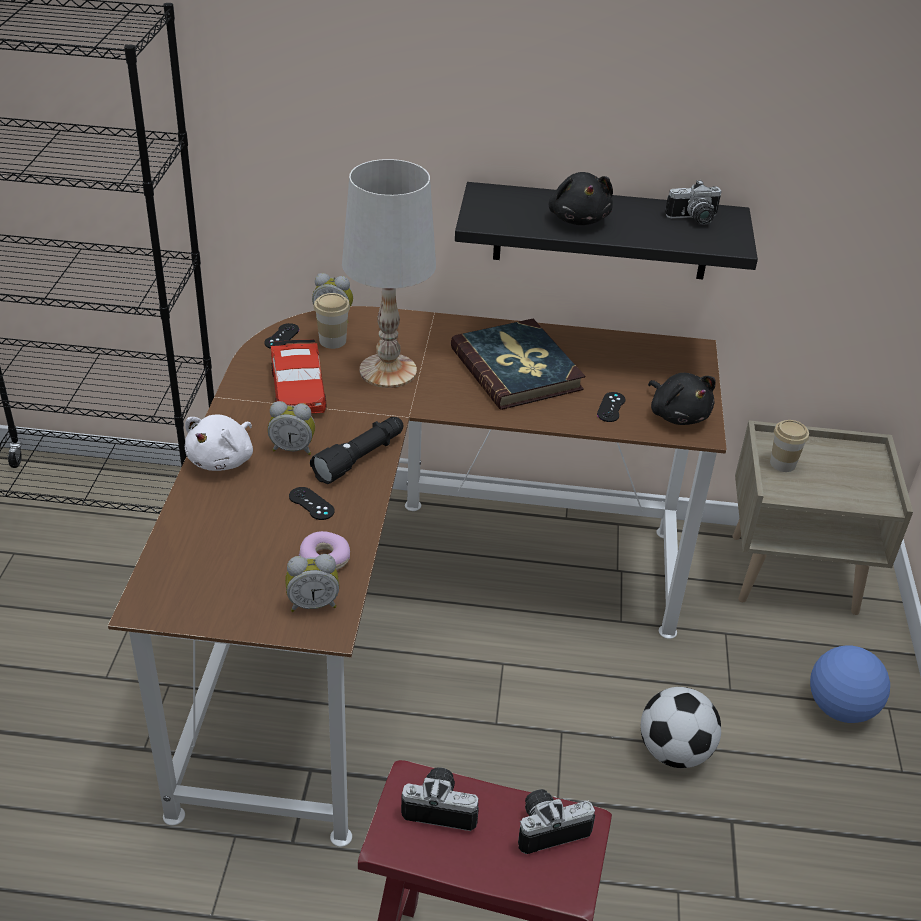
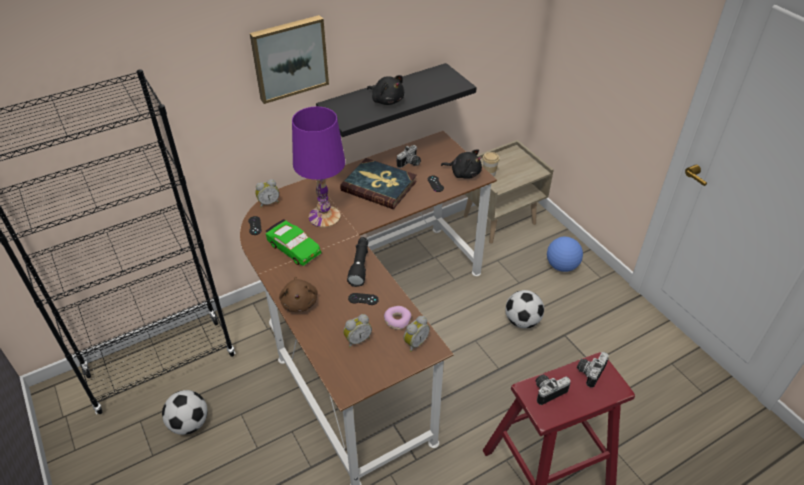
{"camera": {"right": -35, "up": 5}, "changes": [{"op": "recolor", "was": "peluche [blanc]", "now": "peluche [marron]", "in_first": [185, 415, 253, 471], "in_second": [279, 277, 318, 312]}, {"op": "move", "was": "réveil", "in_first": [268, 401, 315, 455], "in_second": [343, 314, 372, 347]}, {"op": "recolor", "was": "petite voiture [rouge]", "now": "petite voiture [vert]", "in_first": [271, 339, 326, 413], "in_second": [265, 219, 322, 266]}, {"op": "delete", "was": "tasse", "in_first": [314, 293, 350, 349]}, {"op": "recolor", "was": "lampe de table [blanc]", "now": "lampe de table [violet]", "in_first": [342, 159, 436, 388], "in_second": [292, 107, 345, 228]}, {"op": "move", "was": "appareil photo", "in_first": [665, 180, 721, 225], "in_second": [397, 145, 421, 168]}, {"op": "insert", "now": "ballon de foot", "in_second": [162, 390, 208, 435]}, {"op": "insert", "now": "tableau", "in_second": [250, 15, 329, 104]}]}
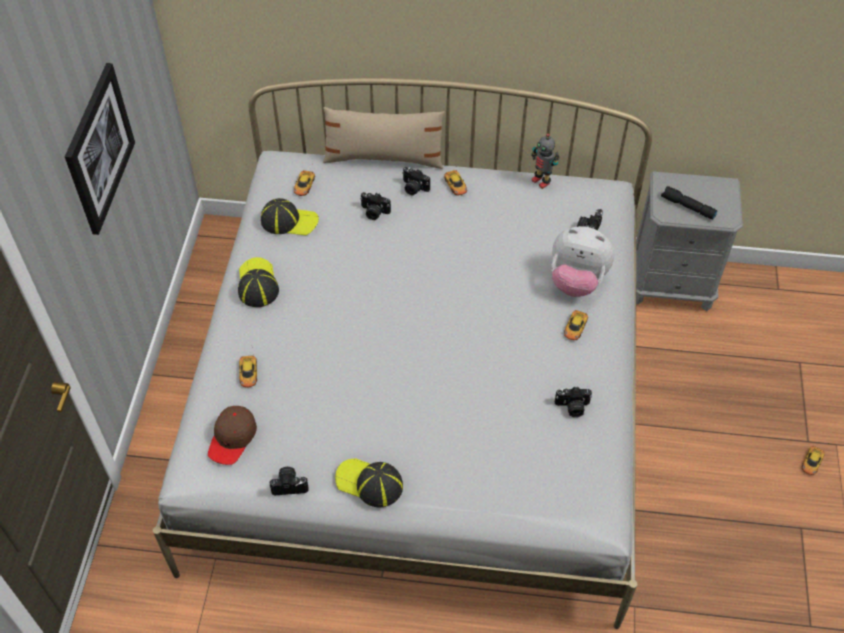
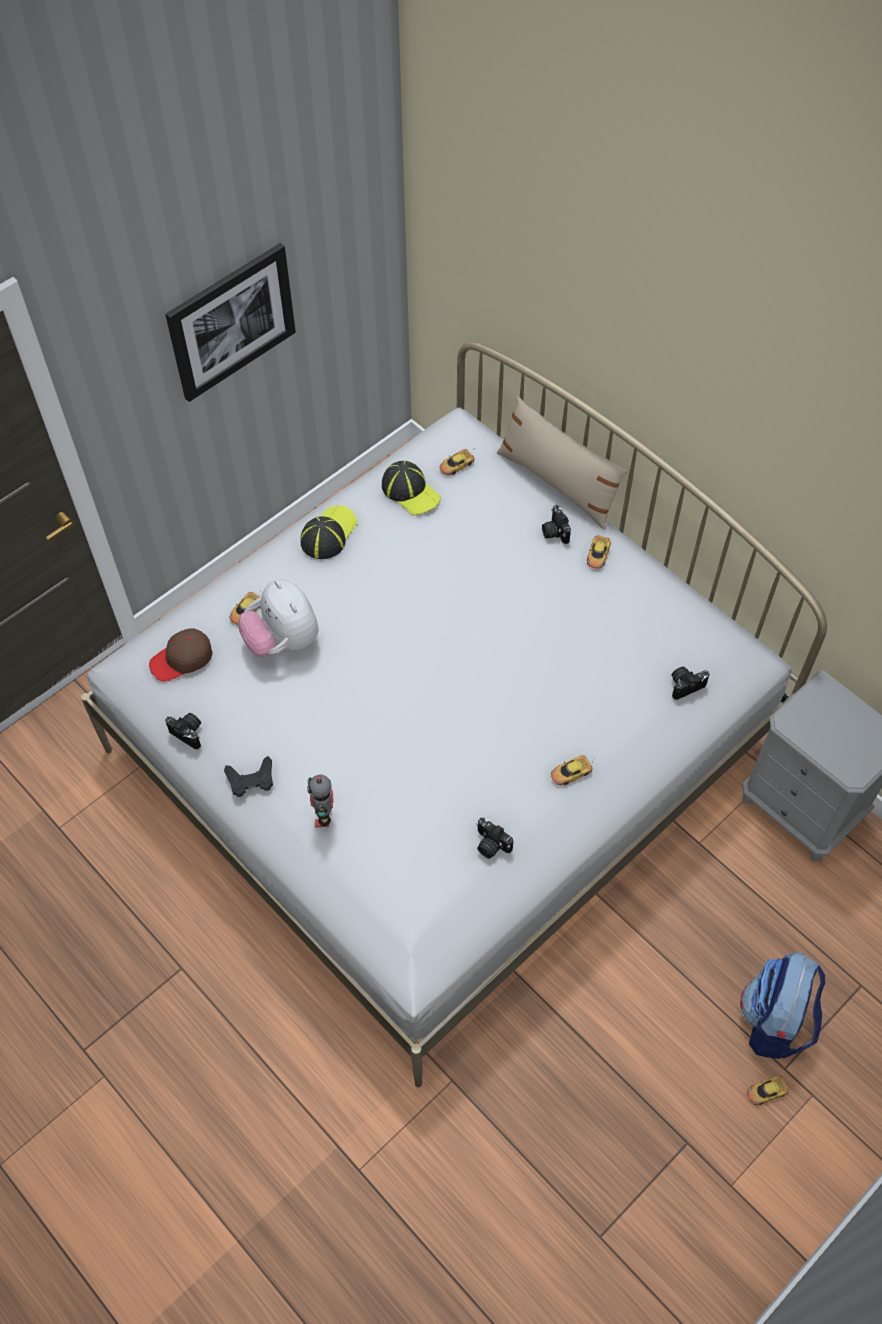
{"camera": {"right": 40, "up": 5}, "changes": [{"op": "replace", "was": "casquette", "now": "manette [noir]", "in_first": [335, 458, 403, 507], "in_second": [224, 756, 273, 797]}, {"op": "delete", "was": "appareil photo", "in_first": [360, 192, 391, 220]}, {"op": "move", "was": "robot jouet", "in_first": [531, 134, 560, 189], "in_second": [307, 775, 333, 827]}, {"op": "move", "was": "peluche", "in_first": [551, 226, 614, 297], "in_second": [238, 579, 319, 657]}, {"op": "delete", "was": "lampe de poche [noir]", "in_first": [661, 186, 717, 219]}, {"op": "insert", "now": "sac à dos", "in_second": [740, 952, 826, 1059]}]}
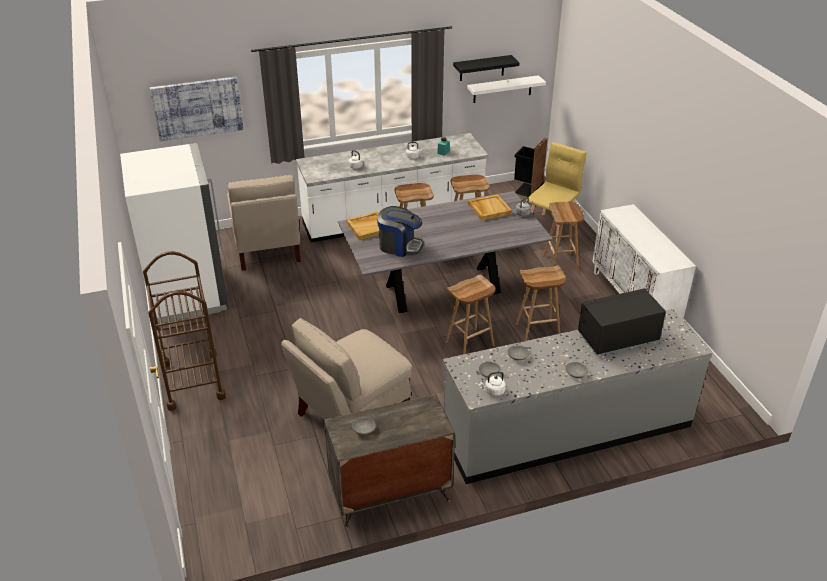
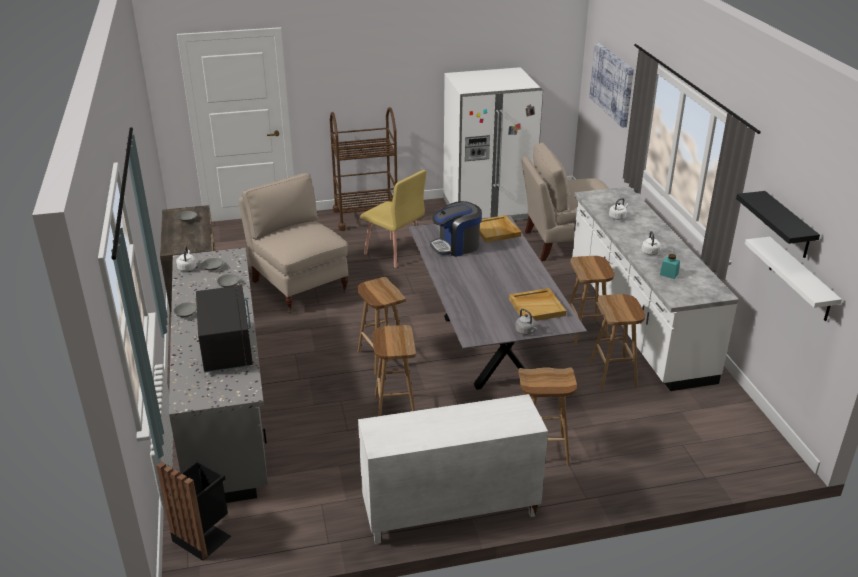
{"camera": {"right": 95, "up": -5}, "changes": [{"op": "rotate", "was": "machine à café", "in_first": [377, 206, 424, 257], "in_second": [430, 201, 482, 257], "clockwise": 45}, {"op": "move", "was": "poubelle [noir]", "in_first": [514, 138, 548, 197], "in_second": [156, 460, 231, 561]}, {"op": "move", "was": "chaise [jaune]", "in_first": [526, 142, 586, 242], "in_second": [360, 170, 426, 268]}]}
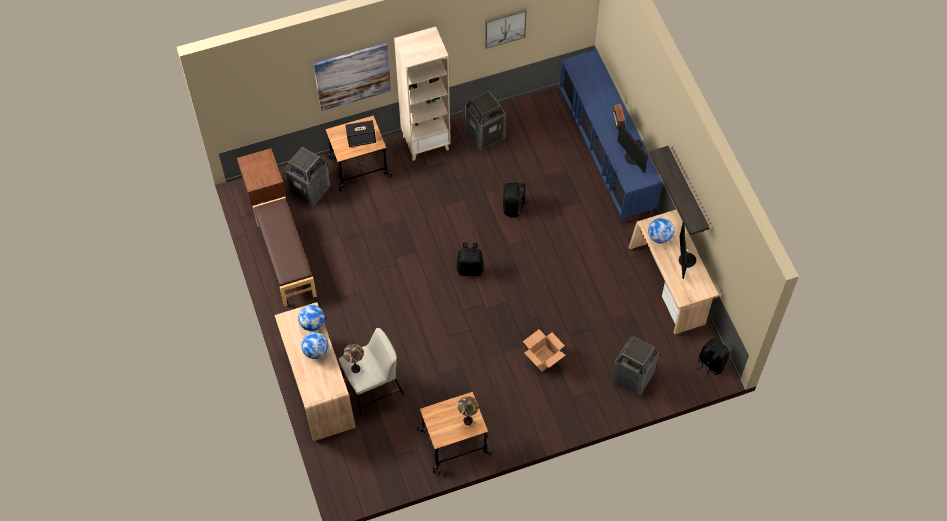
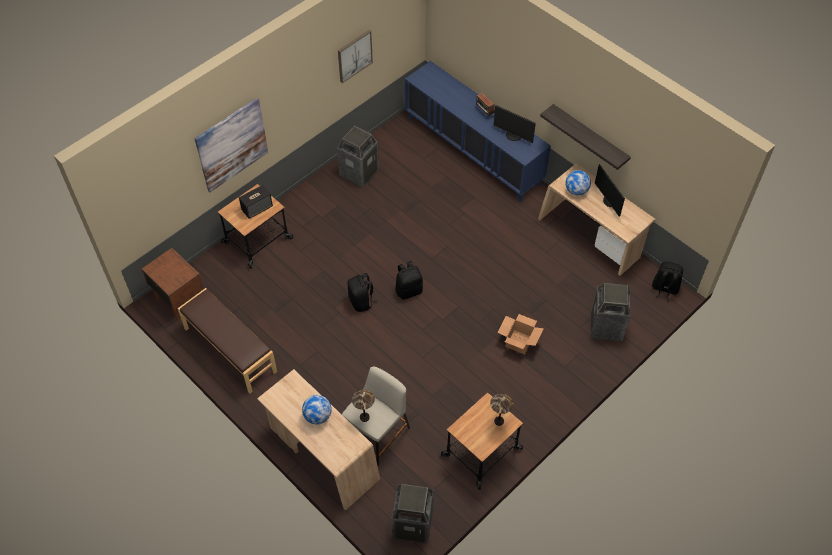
{"camera": {"right": -25, "up": -5}, "changes": [{"op": "move", "was": "poubelle", "in_first": [284, 147, 331, 207], "in_second": [391, 484, 434, 544]}, {"op": "delete", "was": "globe", "in_first": [298, 305, 325, 331]}, {"op": "delete", "was": "bibliothèque [beige]", "in_first": [394, 26, 451, 161]}, {"op": "move", "was": "sac à dos [noir]", "in_first": [503, 183, 529, 217], "in_second": [347, 273, 378, 312]}]}
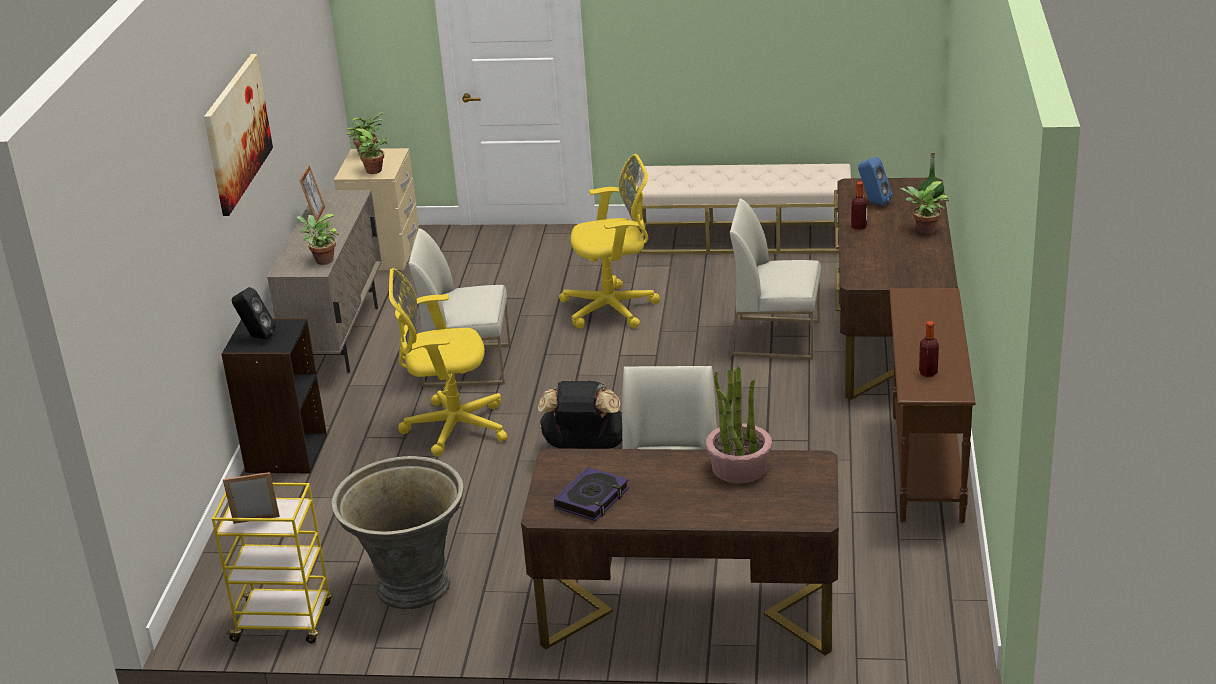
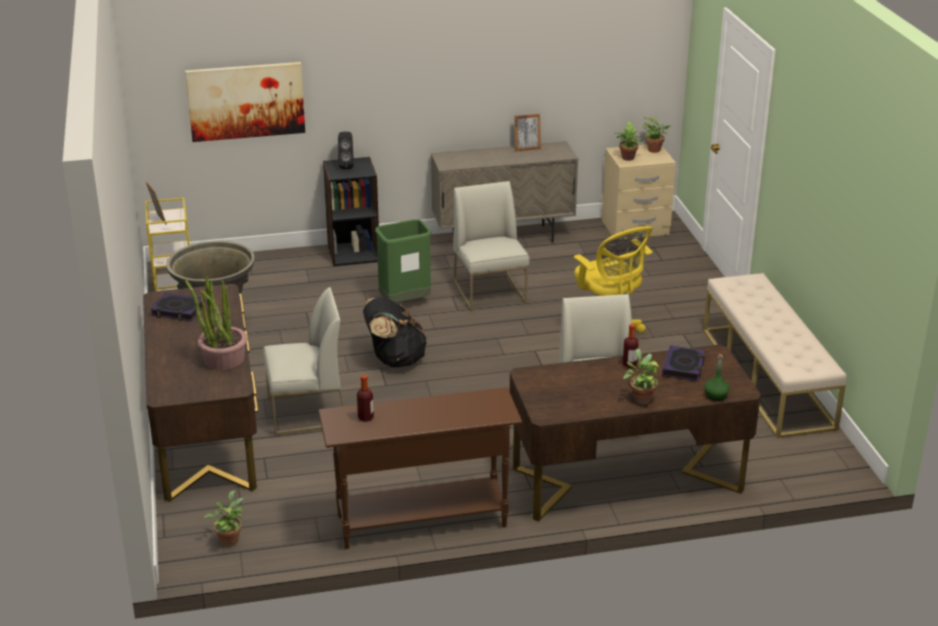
{"camera": {"right": 70, "up": 0}, "changes": [{"op": "move", "was": "tableau", "in_first": [204, 54, 273, 216], "in_second": [185, 62, 305, 142]}, {"op": "move", "was": "plante en pot", "in_first": [296, 214, 339, 265], "in_second": [204, 490, 244, 547]}, {"op": "replace", "was": "chaise de bureau [jaune]", "now": "poubelle [vert]", "in_first": [389, 268, 508, 457], "in_second": [375, 219, 431, 303]}, {"op": "replace", "was": "enceinte [bleu]", "now": "livre", "in_first": [858, 156, 892, 206], "in_second": [662, 345, 705, 381]}]}
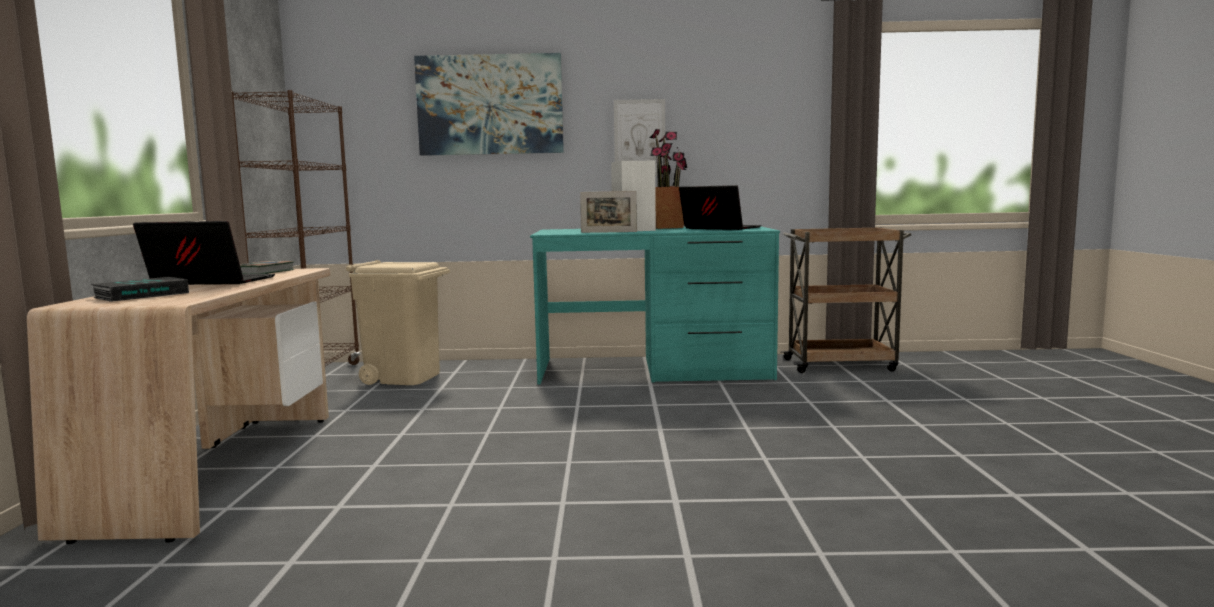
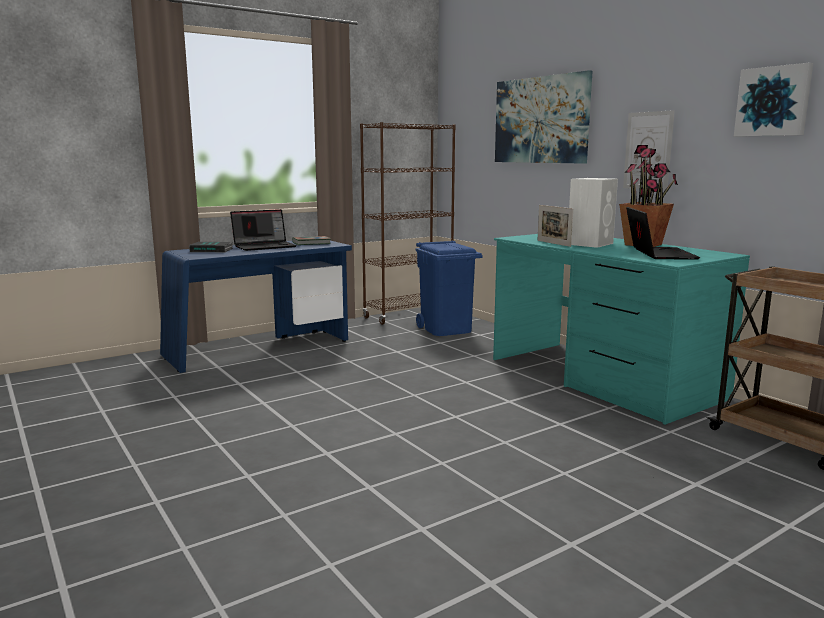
{"camera": {"right": 55, "up": 5}, "changes": [{"op": "recolor", "was": "bureau [beige]", "now": "bureau [bleu]", "in_first": [27, 268, 330, 544], "in_second": [160, 241, 352, 373]}, {"op": "rotate", "was": "ordinateur portable", "in_first": [133, 221, 275, 285], "in_second": [230, 209, 297, 251], "clockwise": 90}, {"op": "recolor", "was": "poubelle [beige]", "now": "poubelle [bleu]", "in_first": [346, 260, 450, 385], "in_second": [416, 240, 482, 336]}, {"op": "insert", "now": "tableau", "in_second": [734, 63, 813, 137]}]}
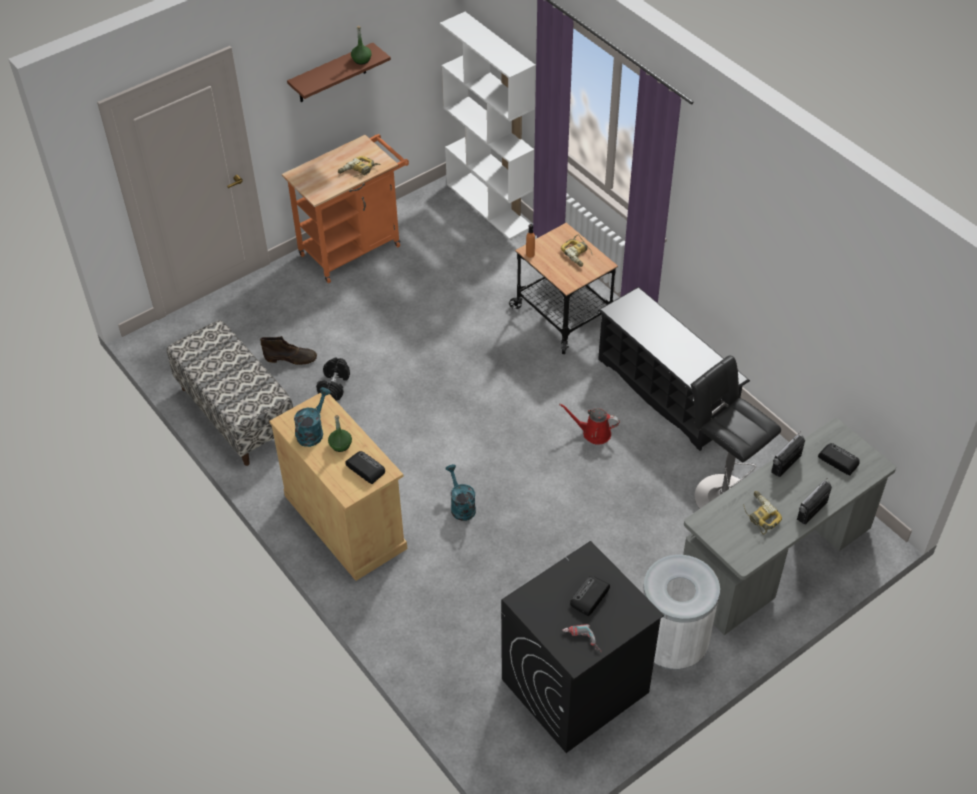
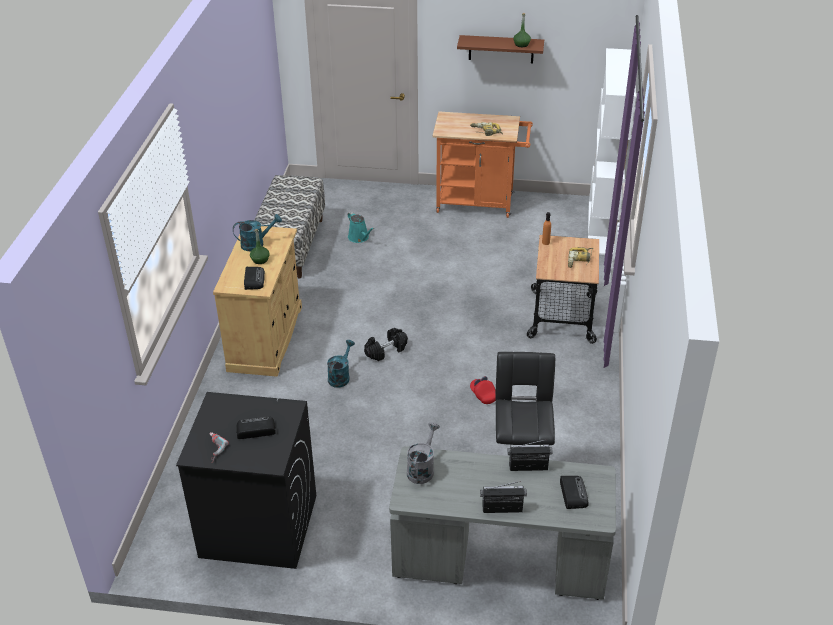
{"camera": {"right": 45, "up": -10}, "changes": [{"op": "replace", "was": "botte [marron]", "now": "arrosoir [turquoise]", "in_first": [260, 336, 317, 365], "in_second": [348, 212, 374, 243]}, {"op": "move", "was": "haltère [noir]", "in_first": [316, 357, 350, 401], "in_second": [364, 328, 408, 361]}, {"op": "replace", "was": "arrosoir [rouge]", "now": "casquette [rouge]", "in_first": [559, 404, 620, 445], "in_second": [470, 376, 496, 404]}, {"op": "delete", "was": "étagère à chaussures [noir]", "in_first": [598, 287, 750, 451]}, {"op": "delete", "was": "poubelle [blanc]", "in_first": [643, 555, 720, 670]}, {"op": "delete", "was": "perceuse", "in_first": [743, 491, 782, 535]}, {"op": "insert", "now": "arrosoir [gris]", "in_second": [407, 422, 440, 484]}]}
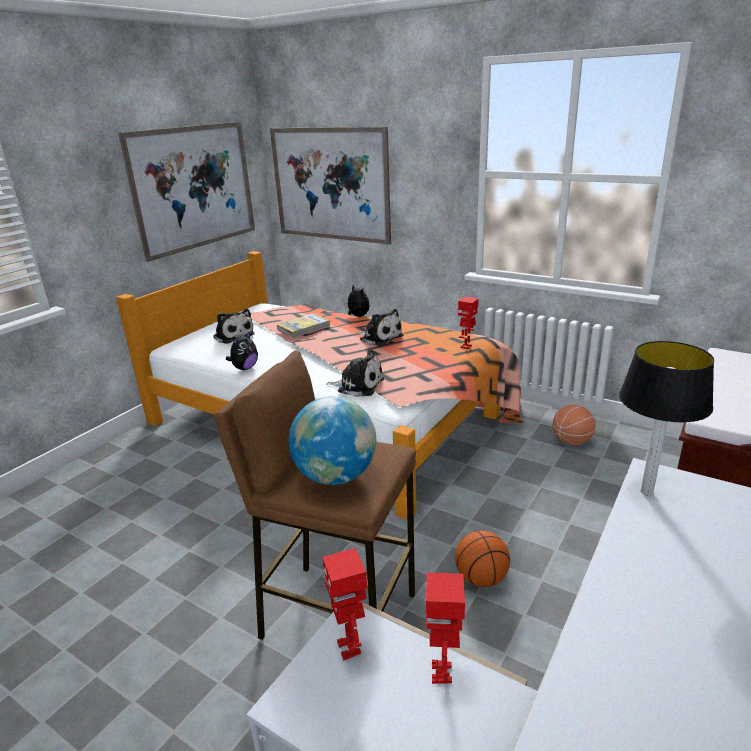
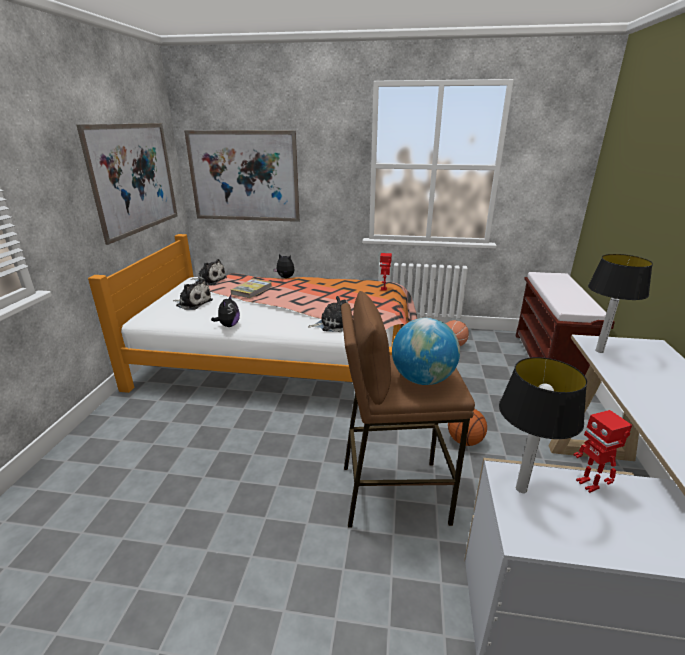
{"camera": {"right": -25, "up": 0}, "changes": [{"op": "replace", "was": "robot jouet", "now": "lampe de table", "in_first": [322, 548, 367, 661], "in_second": [499, 357, 587, 493]}, {"op": "move", "was": "peluche", "in_first": [357, 309, 404, 346], "in_second": [191, 259, 227, 285]}]}
